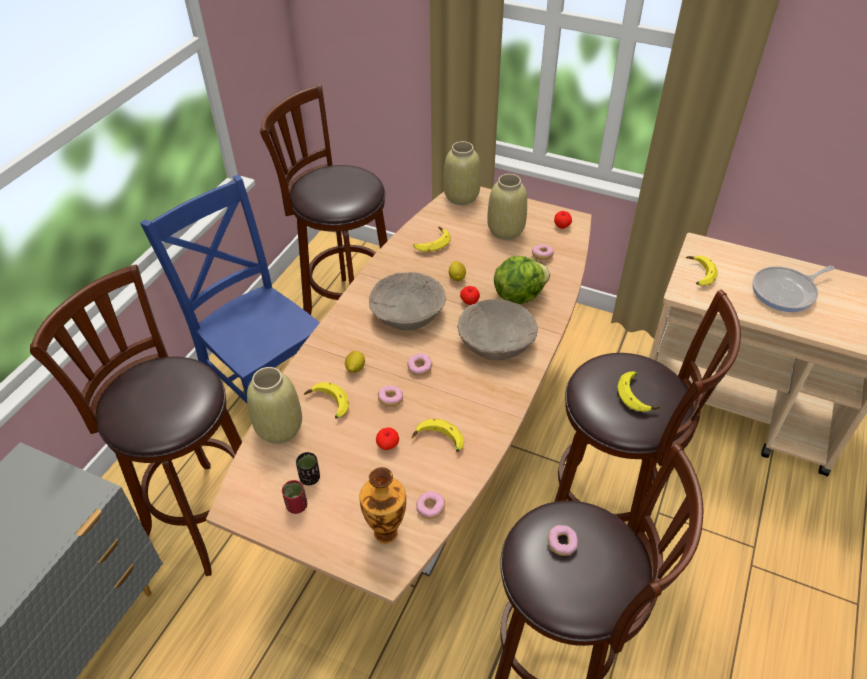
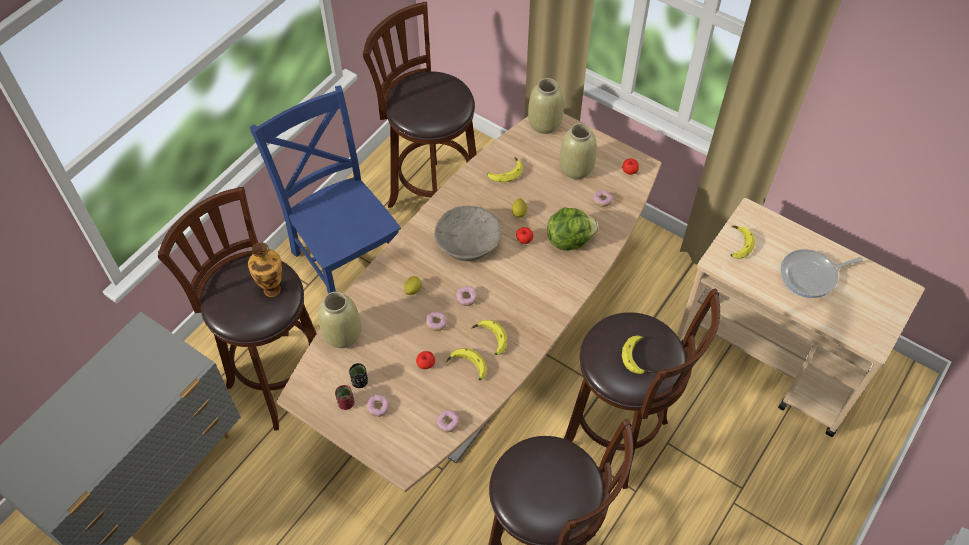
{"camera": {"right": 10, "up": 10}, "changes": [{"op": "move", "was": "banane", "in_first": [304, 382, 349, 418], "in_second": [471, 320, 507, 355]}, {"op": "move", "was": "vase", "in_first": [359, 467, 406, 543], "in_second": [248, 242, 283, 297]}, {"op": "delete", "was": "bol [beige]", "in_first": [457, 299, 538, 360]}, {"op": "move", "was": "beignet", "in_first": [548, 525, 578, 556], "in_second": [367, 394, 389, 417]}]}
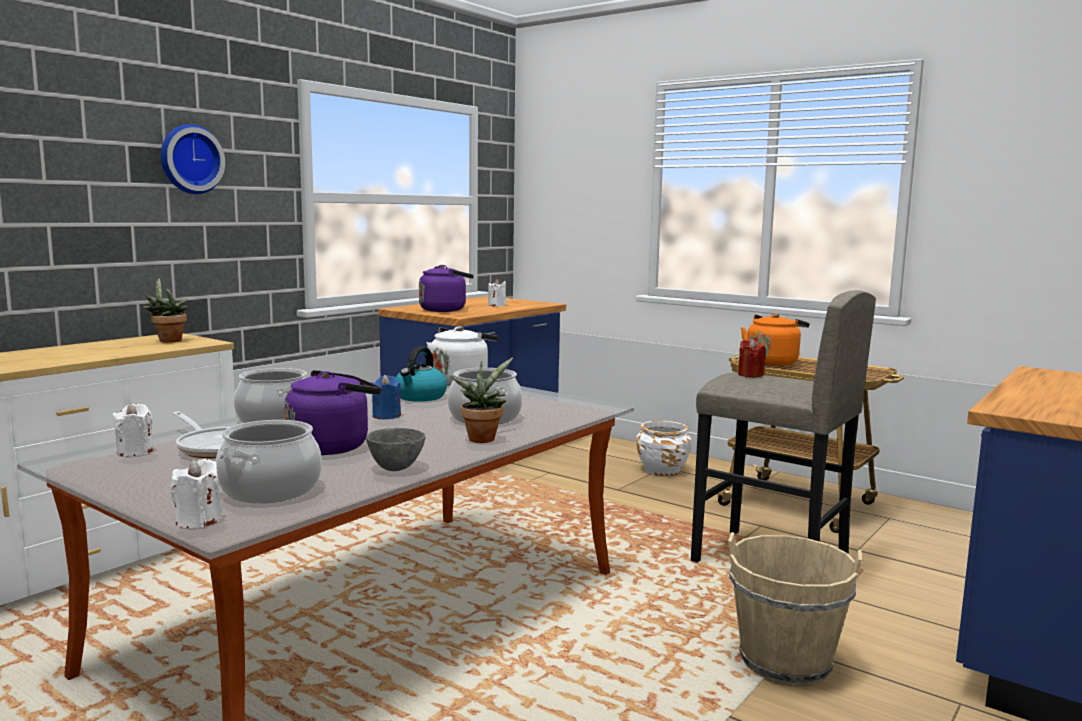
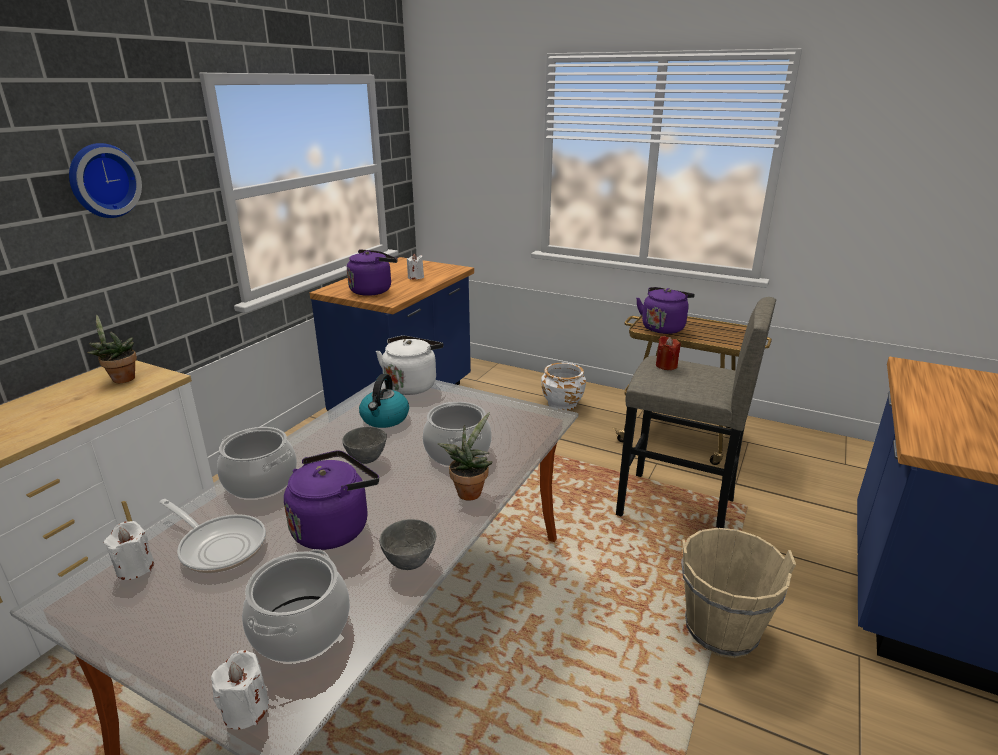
{"camera": {"right": -10, "up": 15}, "changes": [{"op": "replace", "was": "bougie [bleu]", "now": "bol [gris]", "in_first": [371, 375, 401, 419], "in_second": [342, 427, 387, 464]}, {"op": "recolor", "was": "bouilloire [orange]", "now": "bouilloire [violet]", "in_first": [741, 314, 810, 366], "in_second": [636, 287, 695, 334]}]}
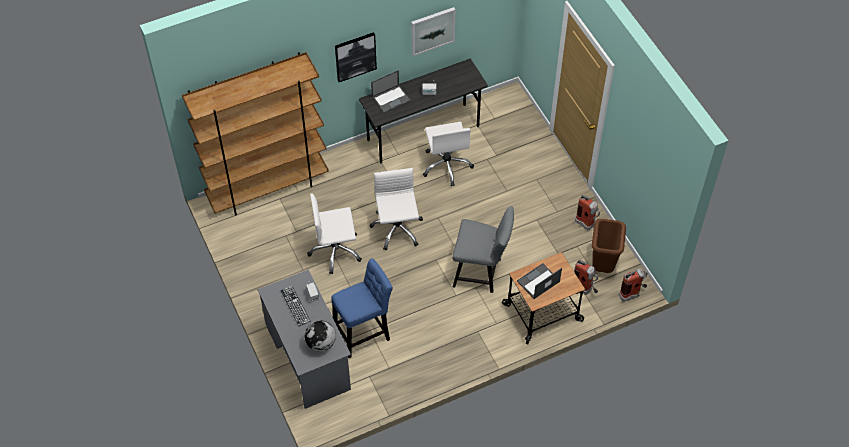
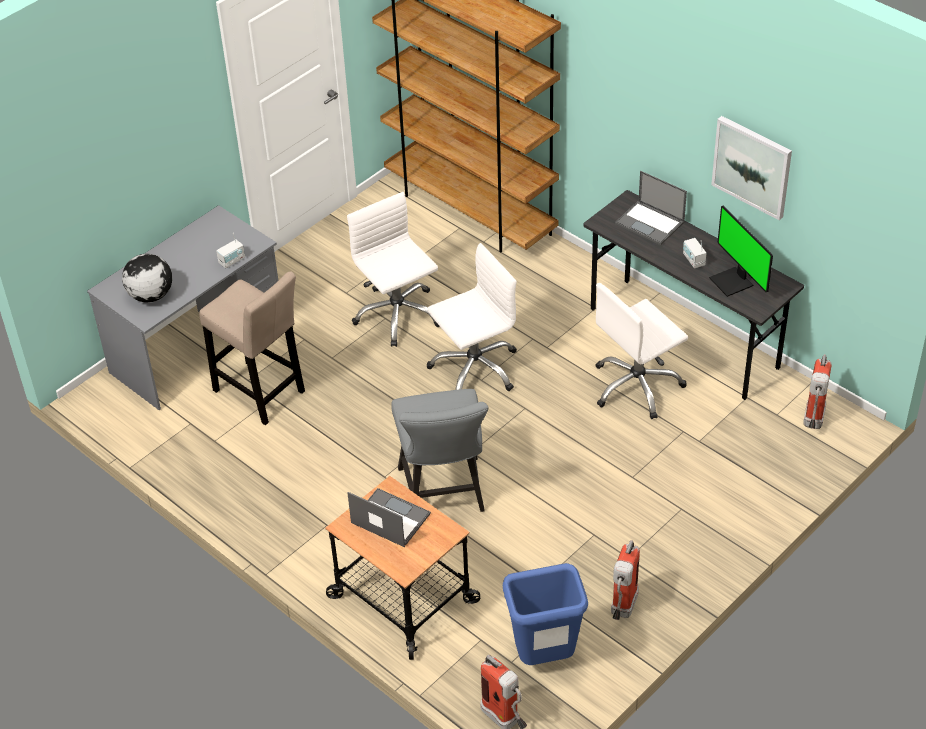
{"camera": {"right": 70, "up": -10}, "changes": [{"op": "delete", "was": "clavier", "in_first": [281, 286, 311, 326]}, {"op": "recolor", "was": "tabouret [bleu]", "now": "tabouret [beige]", "in_first": [331, 258, 393, 358], "in_second": [199, 272, 305, 425]}, {"op": "delete", "was": "tableau", "in_first": [335, 32, 377, 82]}, {"op": "move", "was": "extincteur", "in_first": [574, 259, 598, 295], "in_second": [803, 354, 832, 429]}, {"op": "recolor", "was": "poubelle [marron]", "now": "poubelle [bleu]", "in_first": [592, 219, 626, 273], "in_second": [503, 563, 588, 665]}, {"op": "insert", "now": "écran d'ordinateur", "in_second": [709, 205, 773, 297]}]}
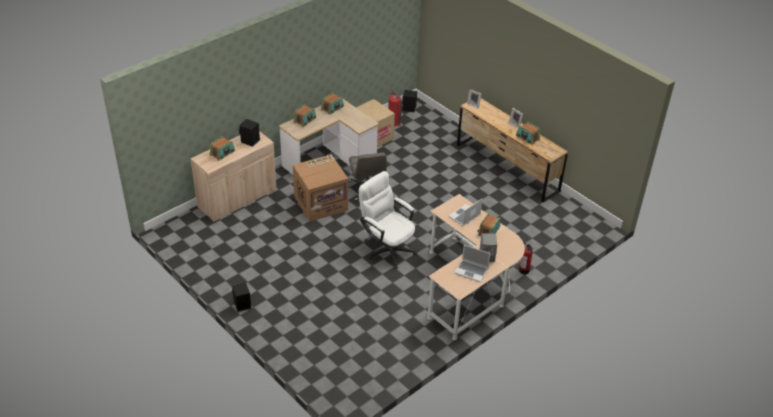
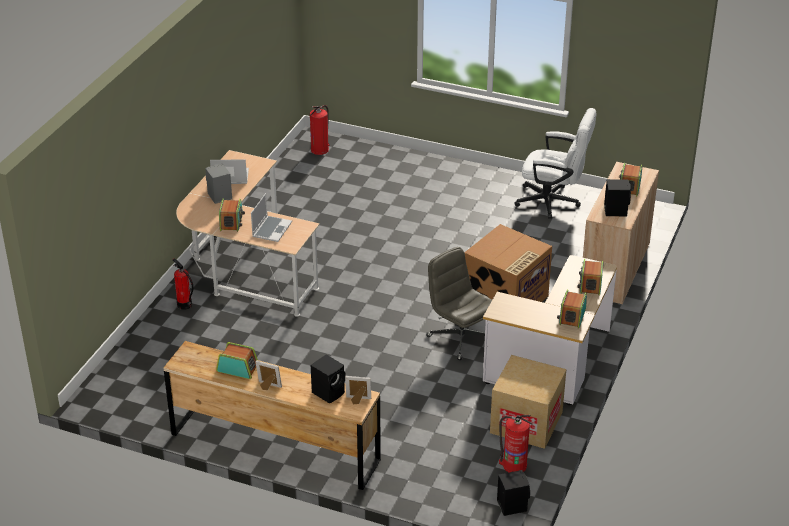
{"camera": {"right": 155, "up": -5}, "changes": [{"op": "move", "was": "enceinte [noir]", "in_first": [232, 282, 251, 312], "in_second": [311, 355, 346, 404]}, {"op": "move", "was": "chaise de bureau [blanc]", "in_first": [359, 171, 417, 269], "in_second": [514, 108, 597, 219]}, {"op": "insert", "now": "extincteur", "in_second": [310, 105, 329, 155]}]}
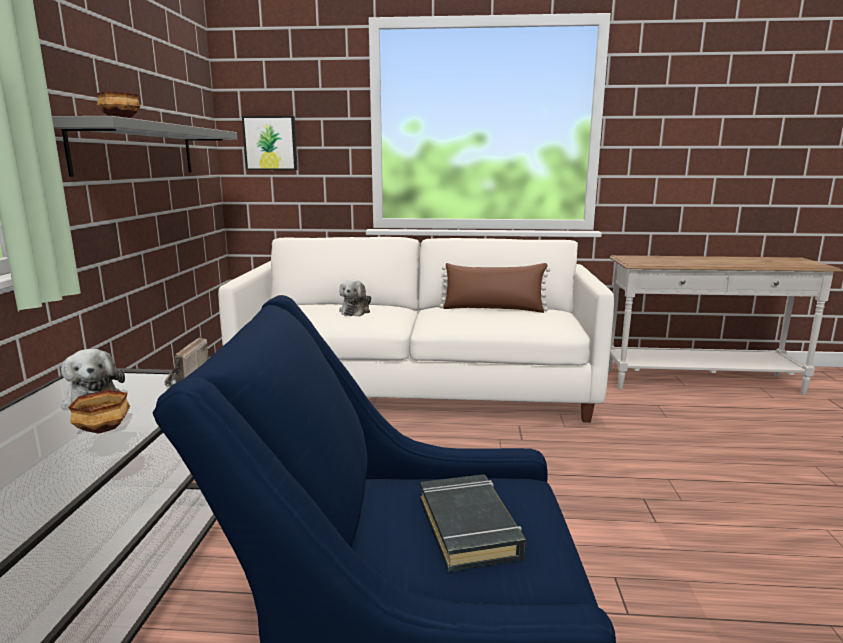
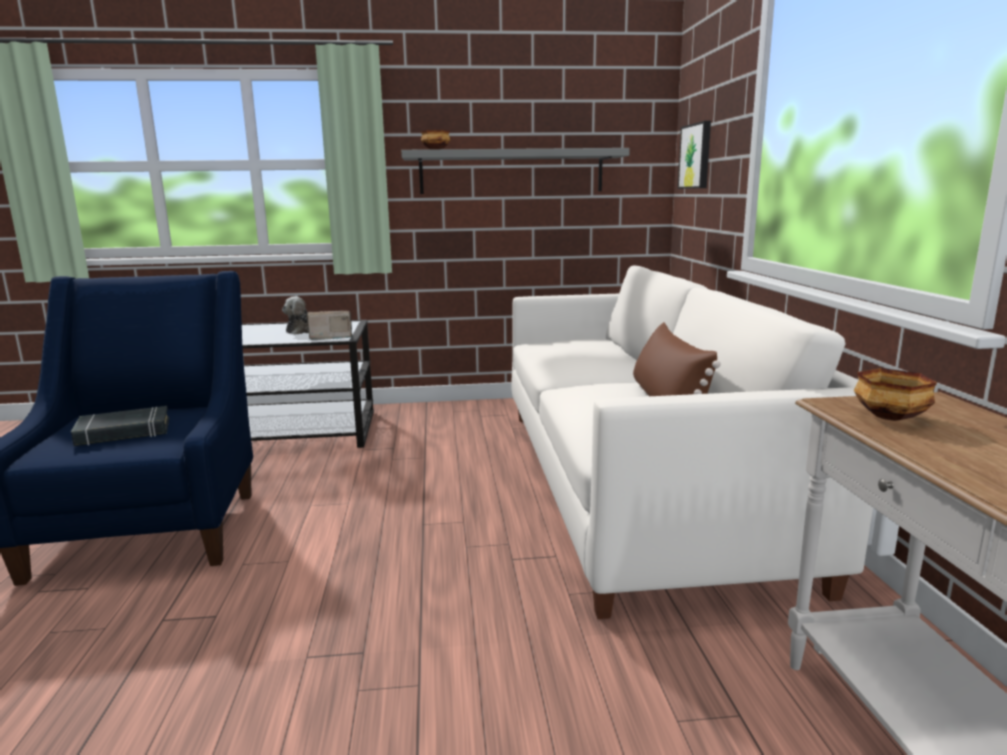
{"camera": {"right": 80, "up": 0}, "changes": [{"op": "move", "was": "bol", "in_first": [68, 390, 130, 433], "in_second": [854, 368, 937, 421]}, {"op": "delete", "was": "peluche", "in_first": [339, 279, 371, 316]}]}
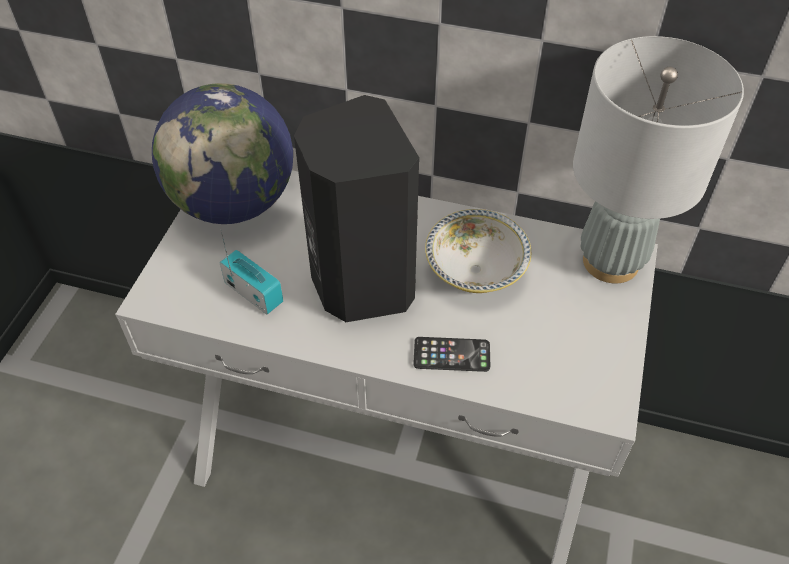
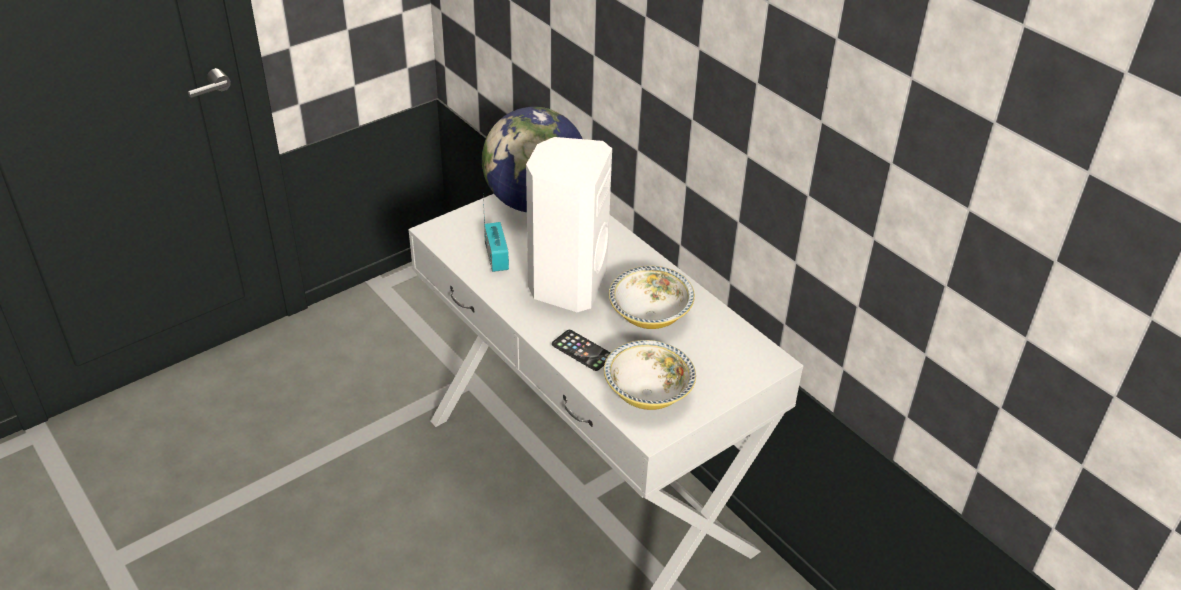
{"camera": {"right": 35, "up": -10}, "changes": [{"op": "recolor", "was": "enceinte [noir]", "now": "enceinte [blanc]", "in_first": [294, 95, 419, 322], "in_second": [526, 137, 612, 312]}, {"op": "delete", "was": "lampe de table [gris]", "in_first": [573, 36, 744, 283]}, {"op": "insert", "now": "bol", "in_second": [604, 340, 696, 410]}]}
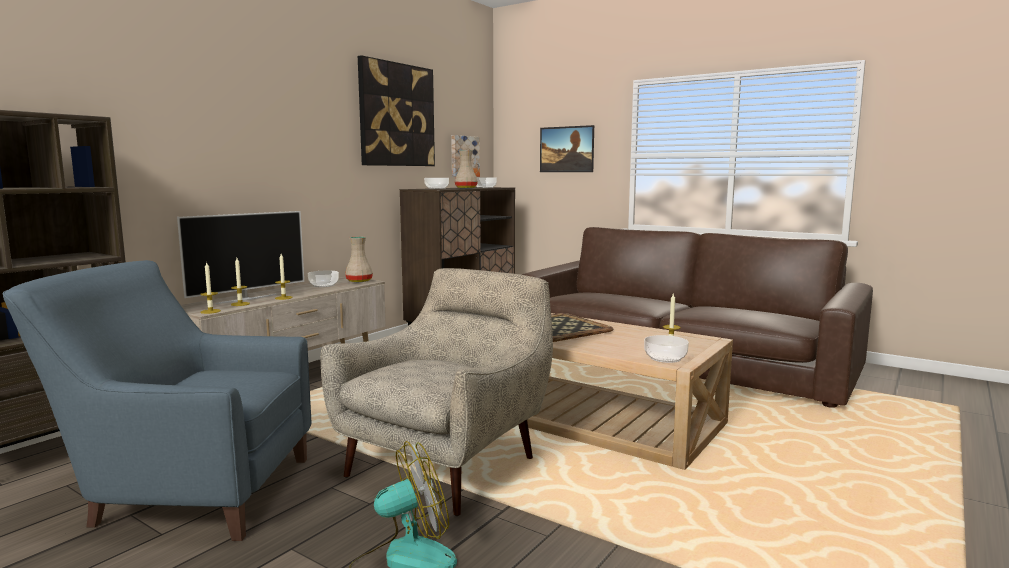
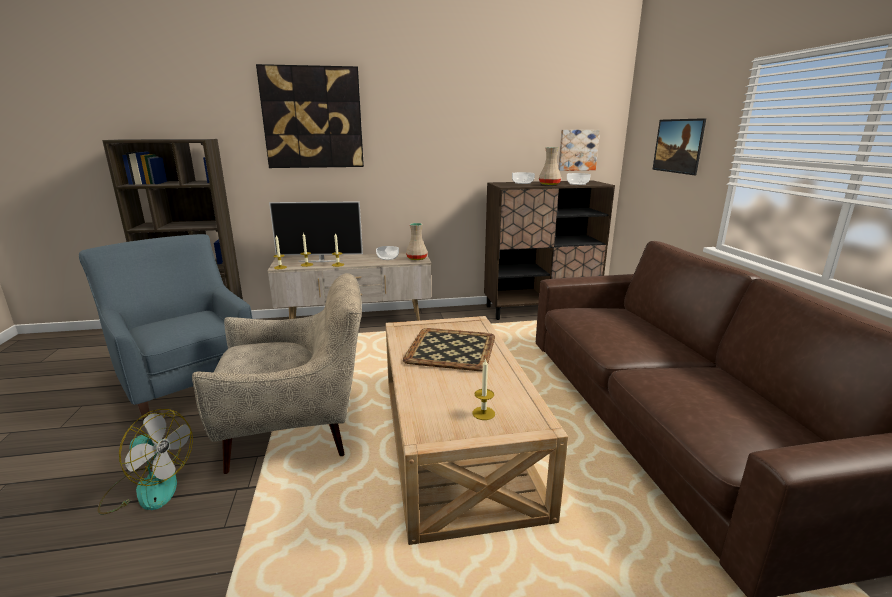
{"camera": {"right": 45, "up": 10}, "changes": [{"op": "move", "was": "tableau", "in_first": [358, 55, 435, 166], "in_second": [256, 64, 364, 168]}, {"op": "delete", "was": "bol", "in_first": [644, 335, 689, 363]}]}
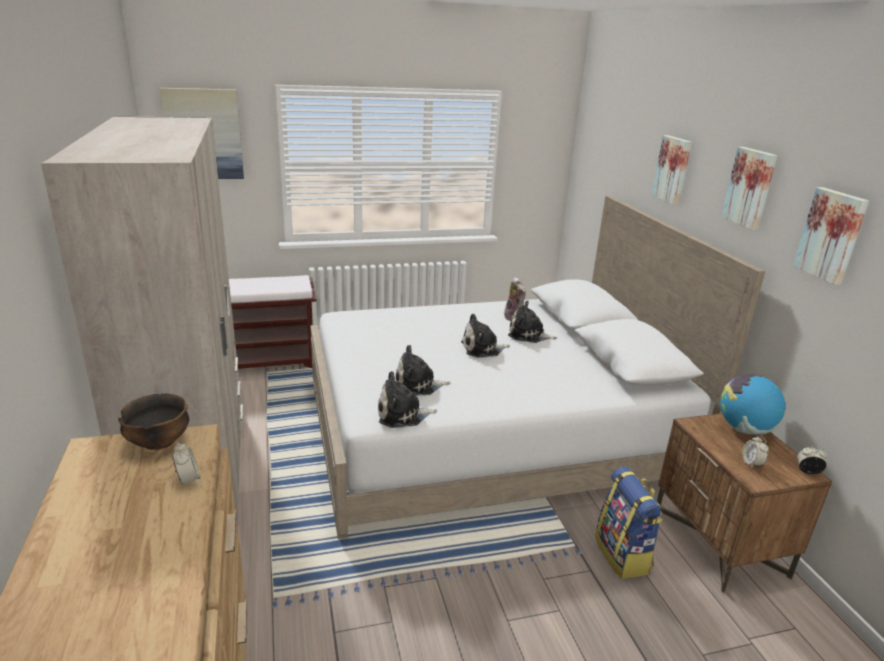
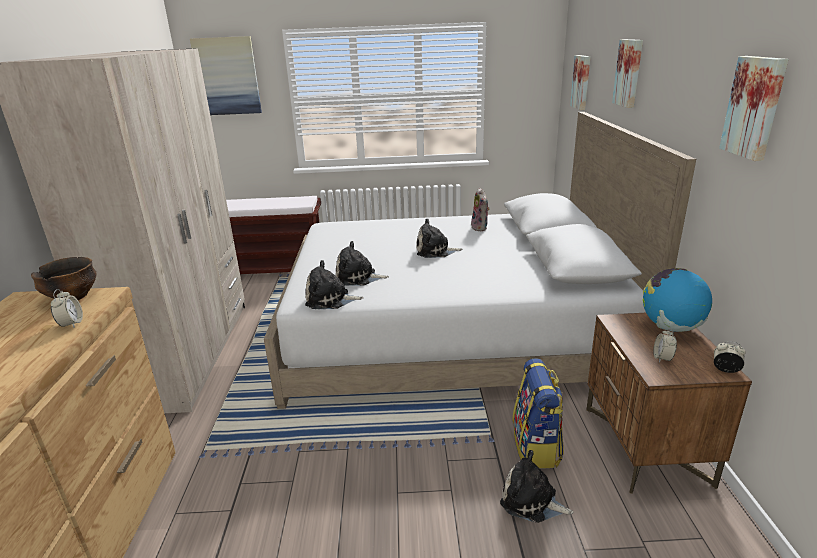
{"camera": {"right": 15, "up": 0}, "changes": [{"op": "move", "was": "peluche", "in_first": [508, 301, 557, 343], "in_second": [500, 450, 574, 523]}, {"op": "move", "was": "tableau", "in_first": [721, 147, 778, 230], "in_second": [570, 55, 591, 110]}]}
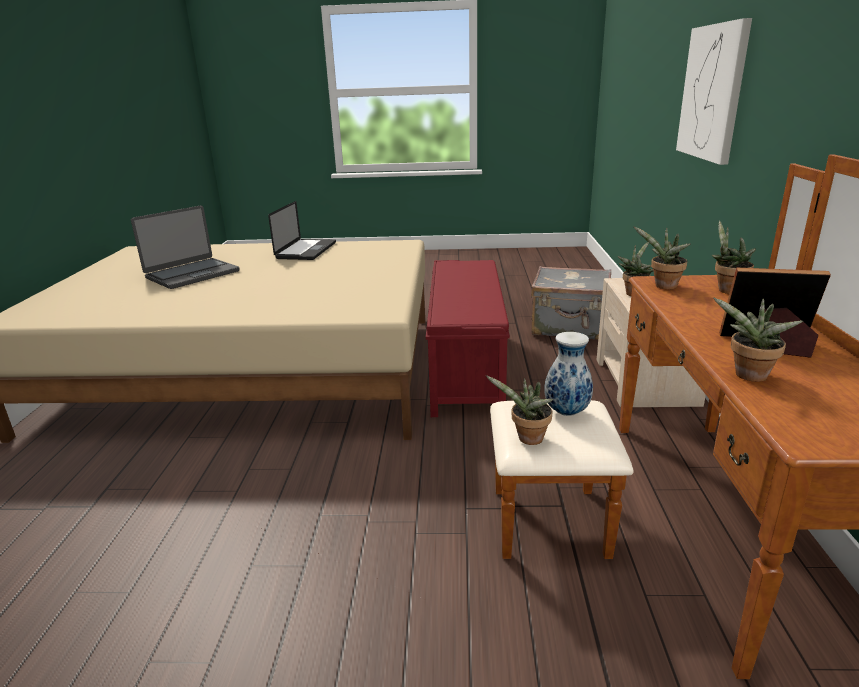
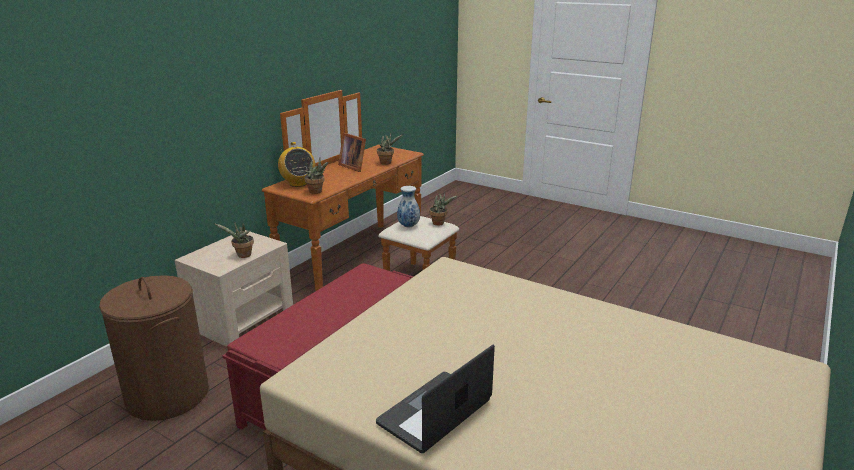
{"camera": {"right": -150, "up": 0}, "changes": [{"op": "delete", "was": "ordinateur portable", "in_first": [131, 205, 240, 289]}, {"op": "replace", "was": "valise [gris]", "now": "panier à linge [marron]", "in_first": [531, 266, 611, 340], "in_second": [99, 275, 209, 421]}, {"op": "delete", "was": "tableau", "in_first": [676, 18, 752, 165]}, {"op": "replace", "was": "plante en pot", "now": "radio", "in_first": [712, 220, 756, 294], "in_second": [278, 142, 315, 187]}]}
